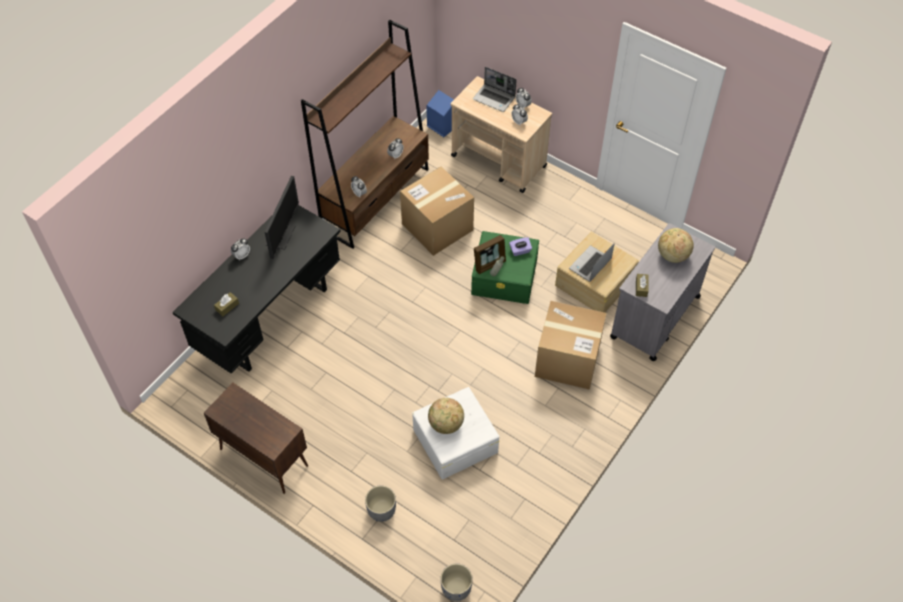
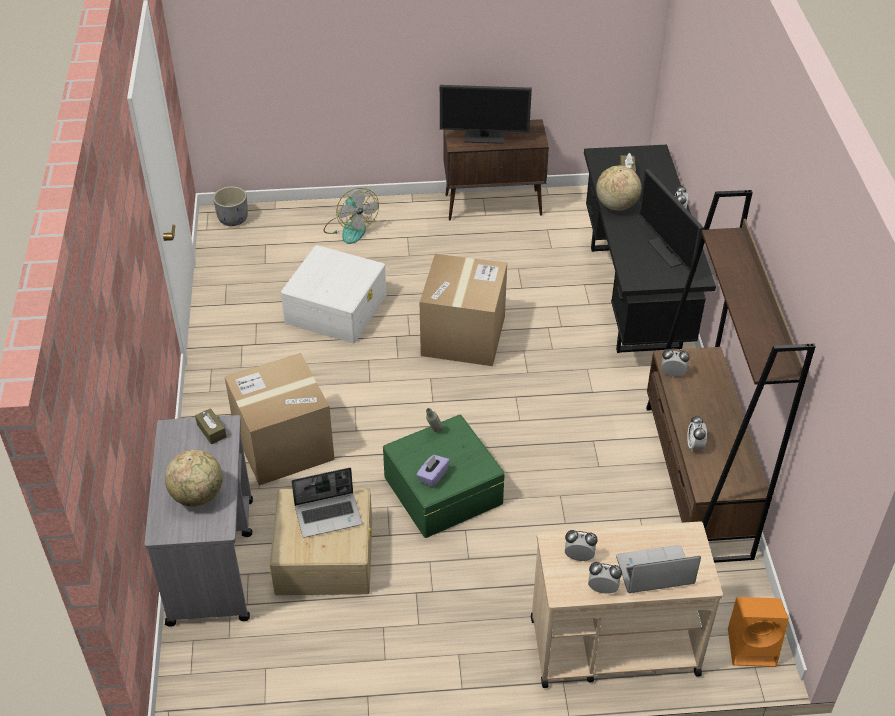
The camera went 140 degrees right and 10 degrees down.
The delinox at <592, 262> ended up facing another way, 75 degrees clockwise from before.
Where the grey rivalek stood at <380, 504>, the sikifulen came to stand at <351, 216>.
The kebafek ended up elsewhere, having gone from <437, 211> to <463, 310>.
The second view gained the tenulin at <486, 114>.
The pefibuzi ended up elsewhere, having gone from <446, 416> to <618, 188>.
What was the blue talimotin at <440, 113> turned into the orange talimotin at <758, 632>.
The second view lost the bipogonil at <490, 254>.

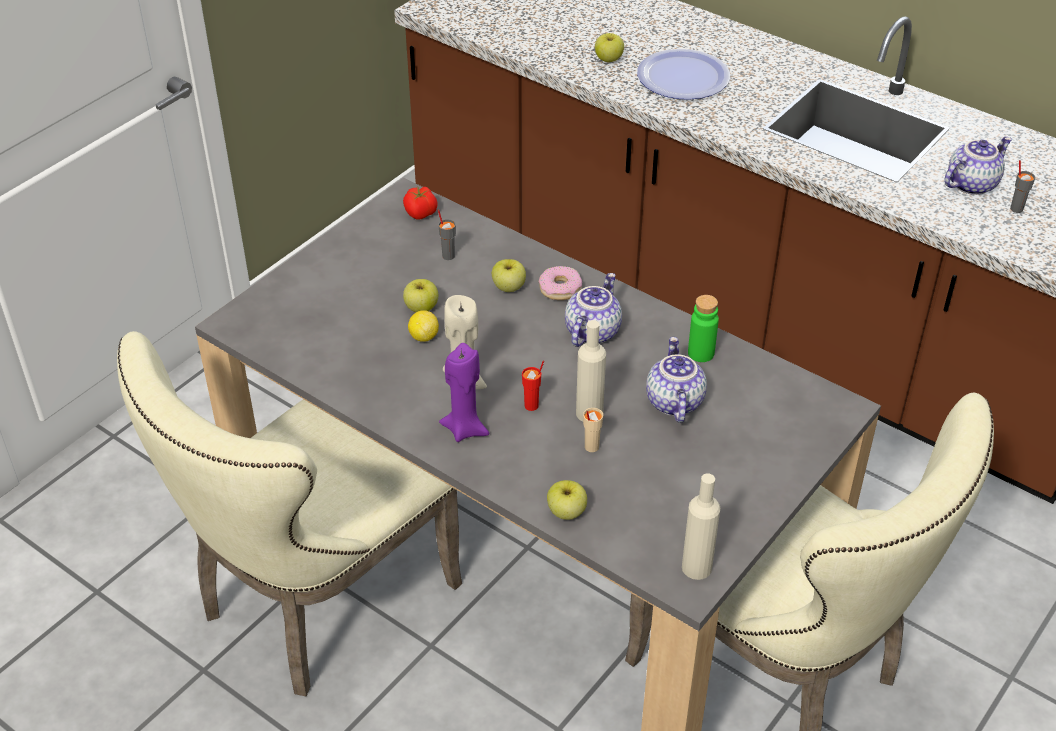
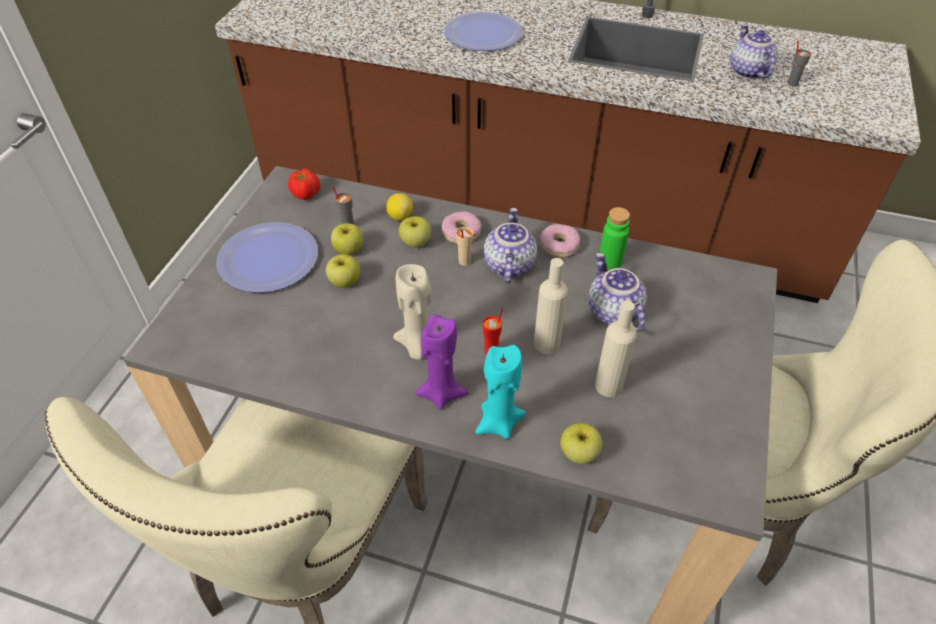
The camera went 20 degrees left and 5 degrees up.
The second view gained the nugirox at <267, 257>.
The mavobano ended up elsewhere, having gone from <609, 47> to <347, 239>.
The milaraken ended up elsewhere, having gone from <423, 326> to <399, 207>.
The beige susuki ended up elsewhere, having gone from <593, 430> to <464, 246>.
The second view gained the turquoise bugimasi at <500, 392>.
The second view gained the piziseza at <560, 240>.
The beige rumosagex ended up elsewhere, having gone from <701, 526> to <616, 349>.
The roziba at <978, 166> ended up facing another way, 45 degrees counterclockwise from before.

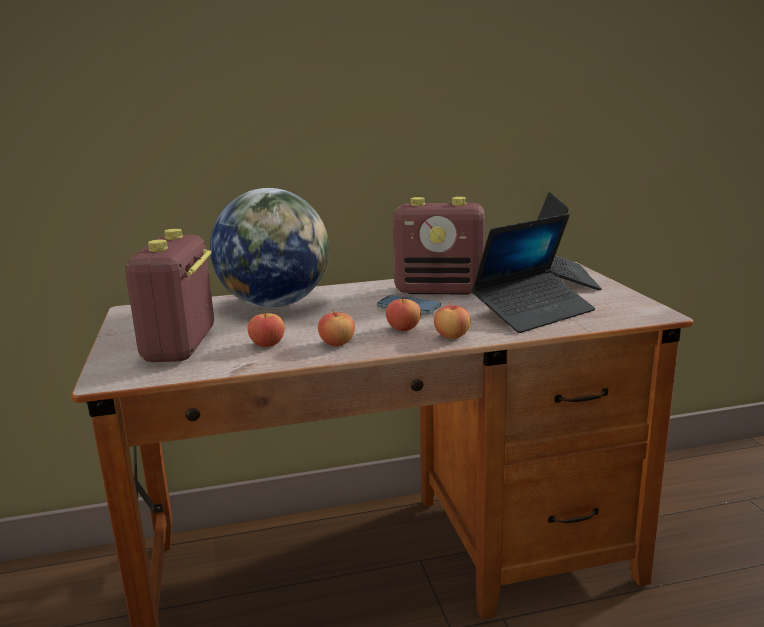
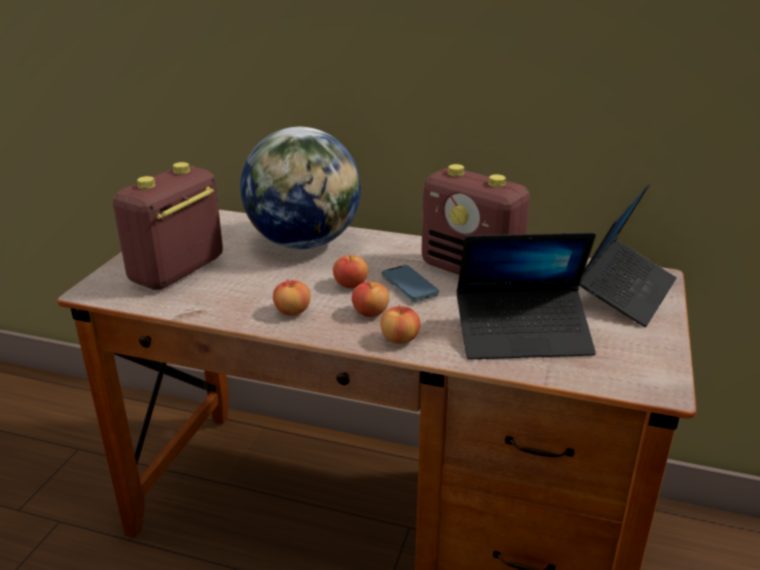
The camera went 30 degrees right and 10 degrees up.
The mavobano ended up elsewhere, having gone from <266, 329> to <350, 271>.

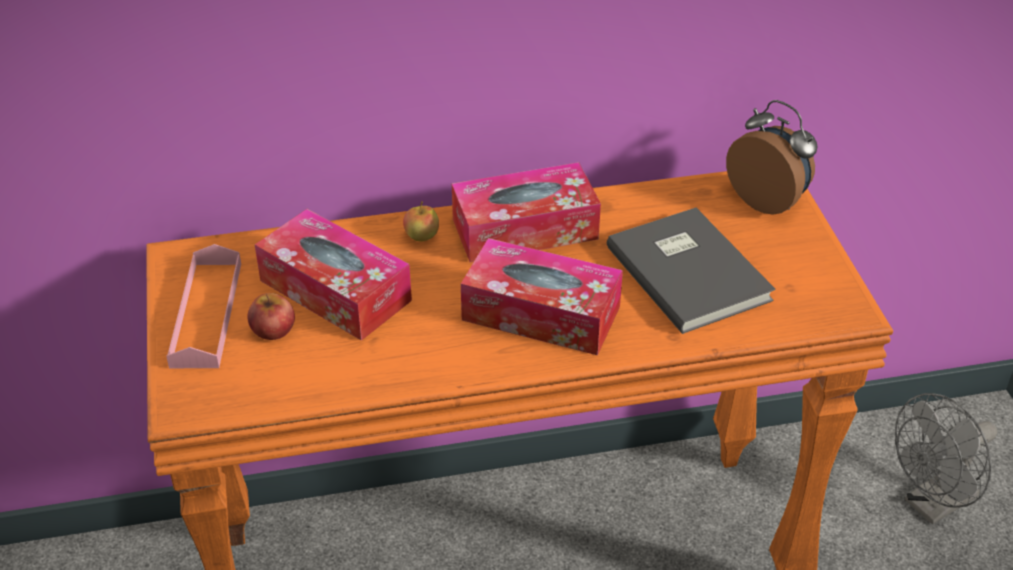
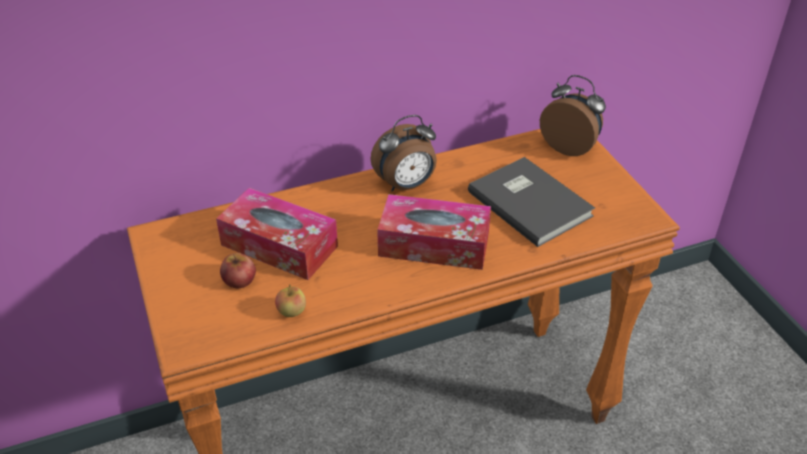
The camera went 10 degrees left and 0 degrees up.
The mavobano ended up elsewhere, having gone from <421, 221> to <290, 300>.
Where the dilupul stood at <526, 212>, the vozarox came to stand at <403, 153>.
The second view lost the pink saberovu at <203, 306>.
The second view lost the grey sikifulen at <946, 458>.

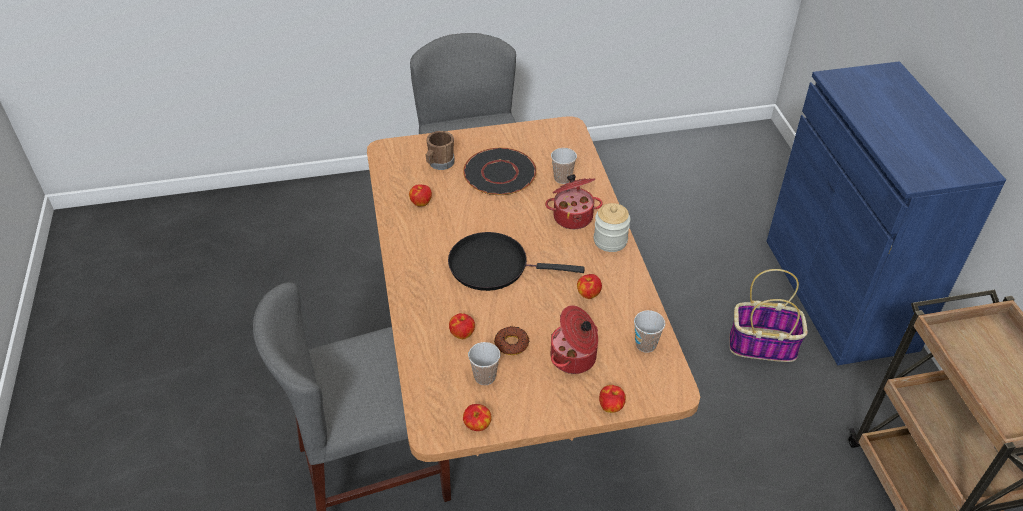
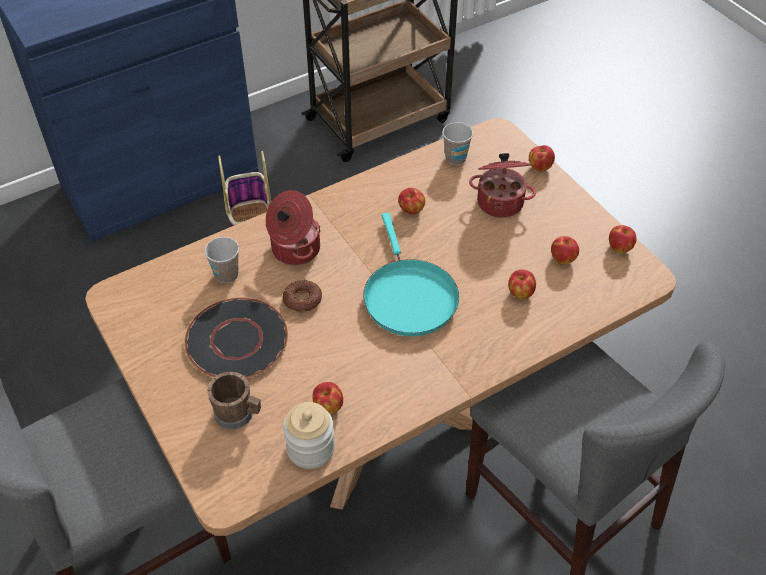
The camera went 110 degrees left and 5 degrees up.
The piziseza ended up elsewhere, having gone from <511, 340> to <302, 296>.
The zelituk ended up elsewhere, having gone from <612, 227> to <309, 435>.
What was the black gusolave at <516, 261> turned into the turquoise gusolave at <411, 274>.
Where the susuki stood at <484, 363>, the mavobano came to stand at <565, 250>.

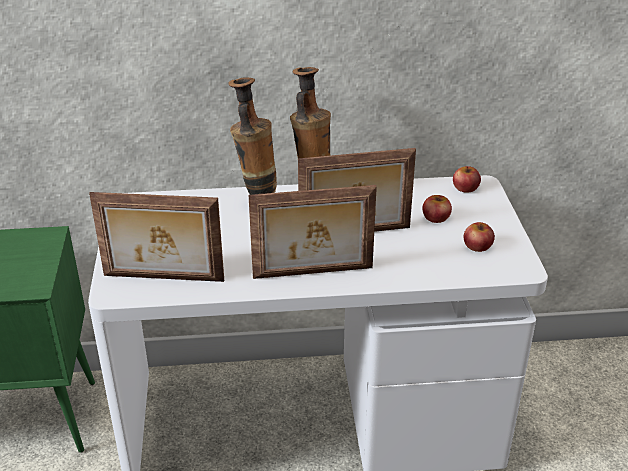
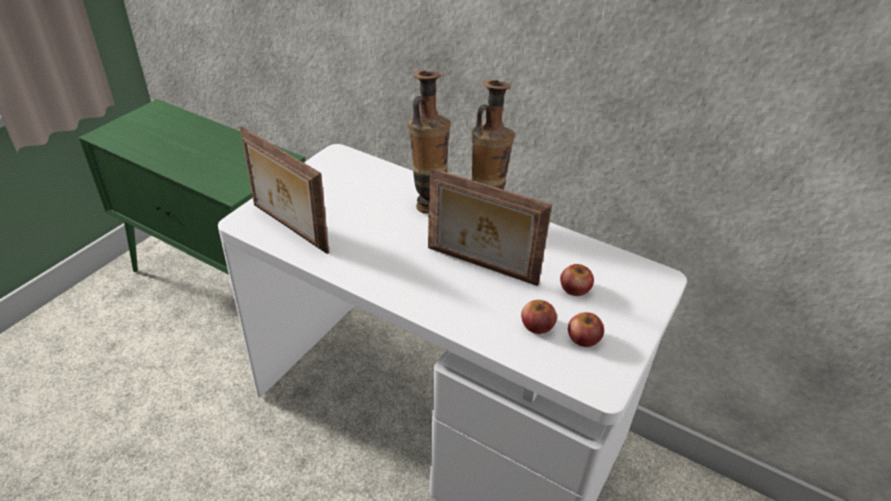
The camera went 35 degrees right and 5 degrees up.
The mavobano ended up elsewhere, having gone from <467, 179> to <539, 317>.
The second view lost the bipogonil at <313, 232>.

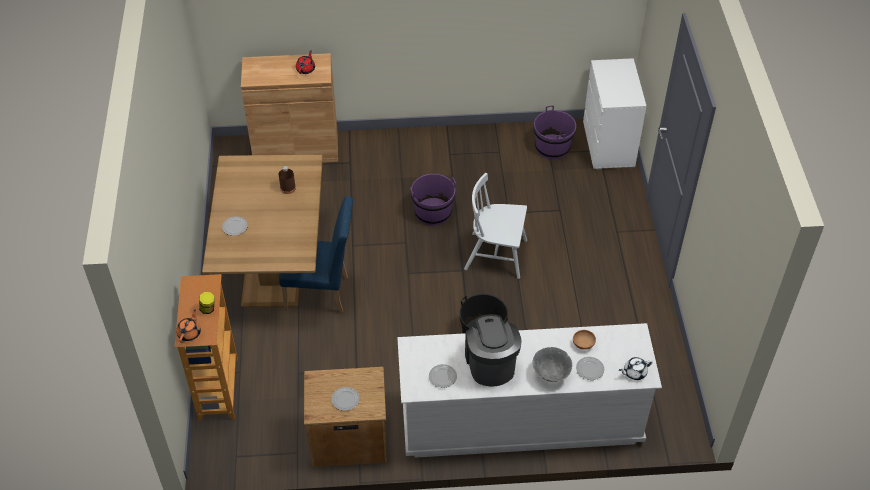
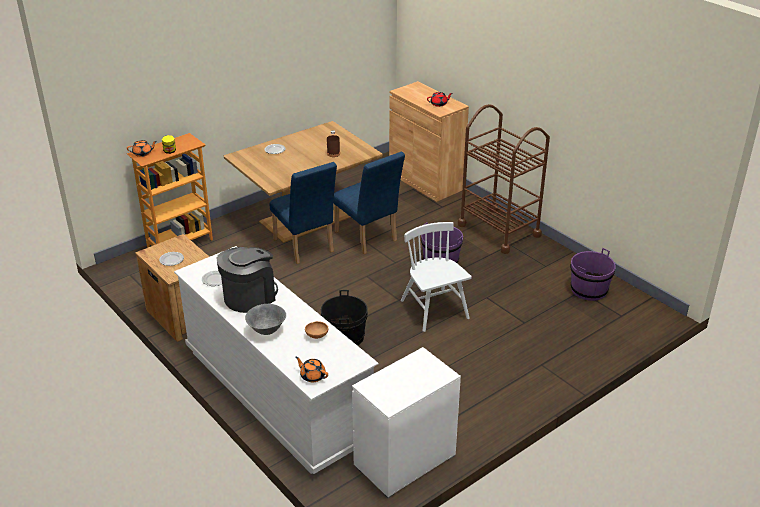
The camera went 55 degrees right and 15 degrees down.
What was the white roziba at <636, 368> turned into the orange roziba at <311, 369>.
The second view gained the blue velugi at <369, 203>.
The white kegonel ended up elsewhere, having gone from <614, 114> to <406, 422>.
The second view gained the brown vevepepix at <504, 179>.
The second view lost the nugirox at <590, 368>.

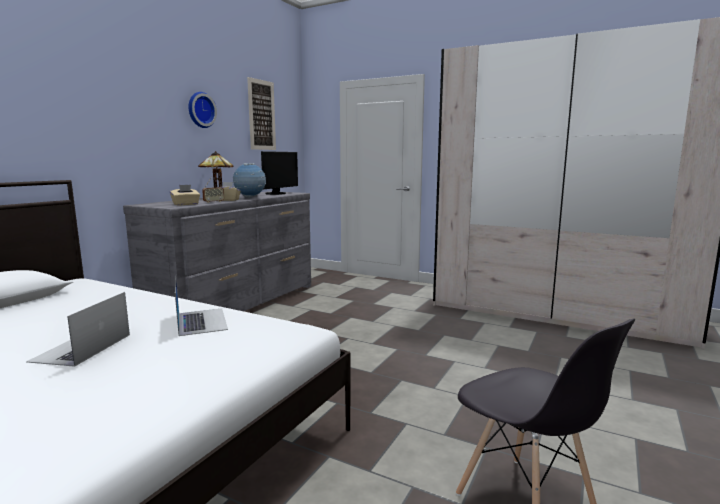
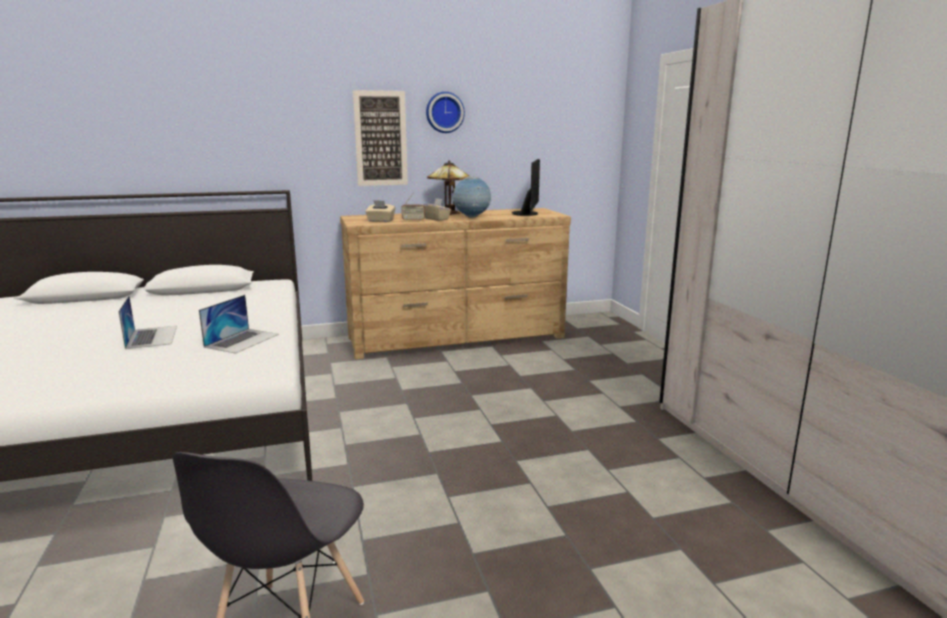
The camera went 45 degrees right and 5 degrees up.
The delinox at <78, 329> ended up facing another way, 105 degrees clockwise from before.
What was the grey kegonel at <217, 251> turned into the brown kegonel at <455, 283>.
The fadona ended up elsewhere, having gone from <261, 113> to <380, 138>.
The tenulin at <279, 173> ended up facing another way, 60 degrees counterclockwise from before.

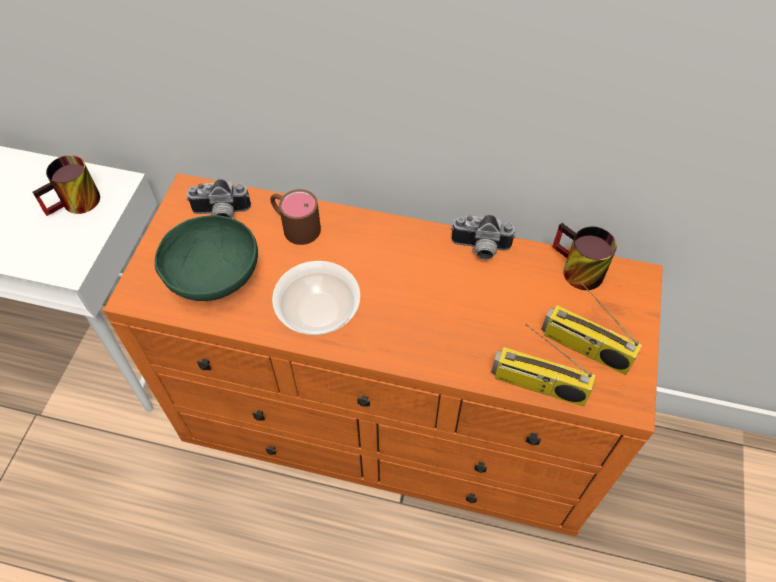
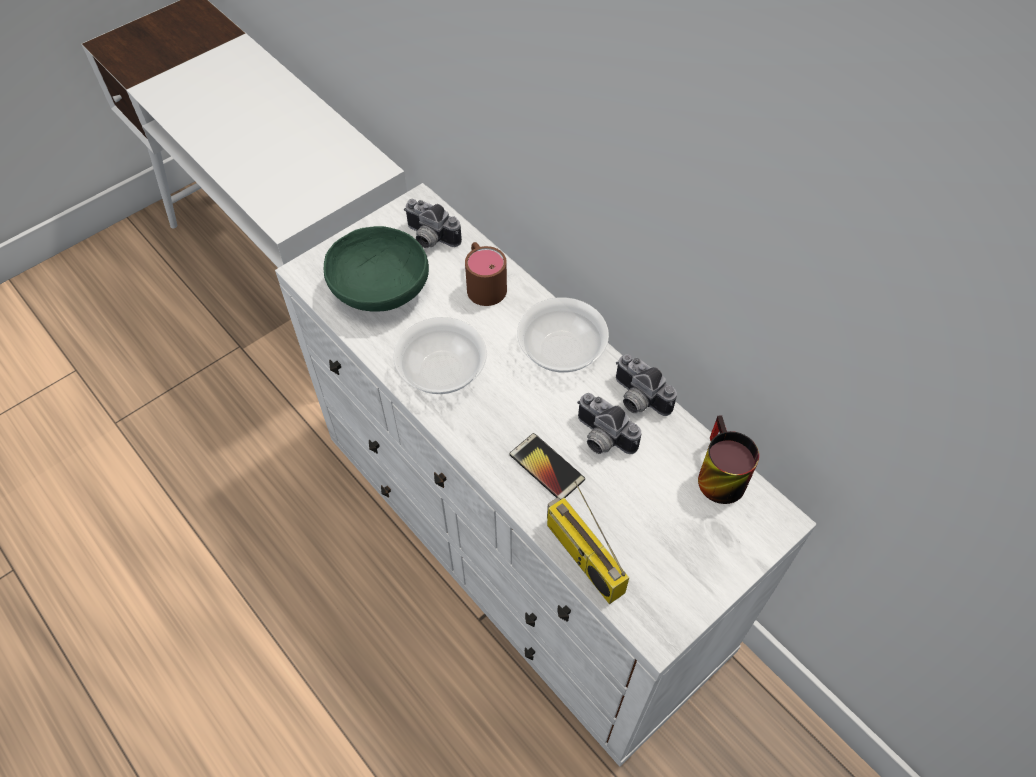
The camera went 35 degrees right and 0 degrees up.
What was the orange kegonel at <383, 355> turned into the white kegonel at <545, 475>.
The second view gained the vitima at <547, 466>.
The second view gained the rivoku at <563, 335>.
The second view gained the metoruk at <609, 423>.
The second view lost the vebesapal at <66, 185>.
The second view lost the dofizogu at <591, 328>.

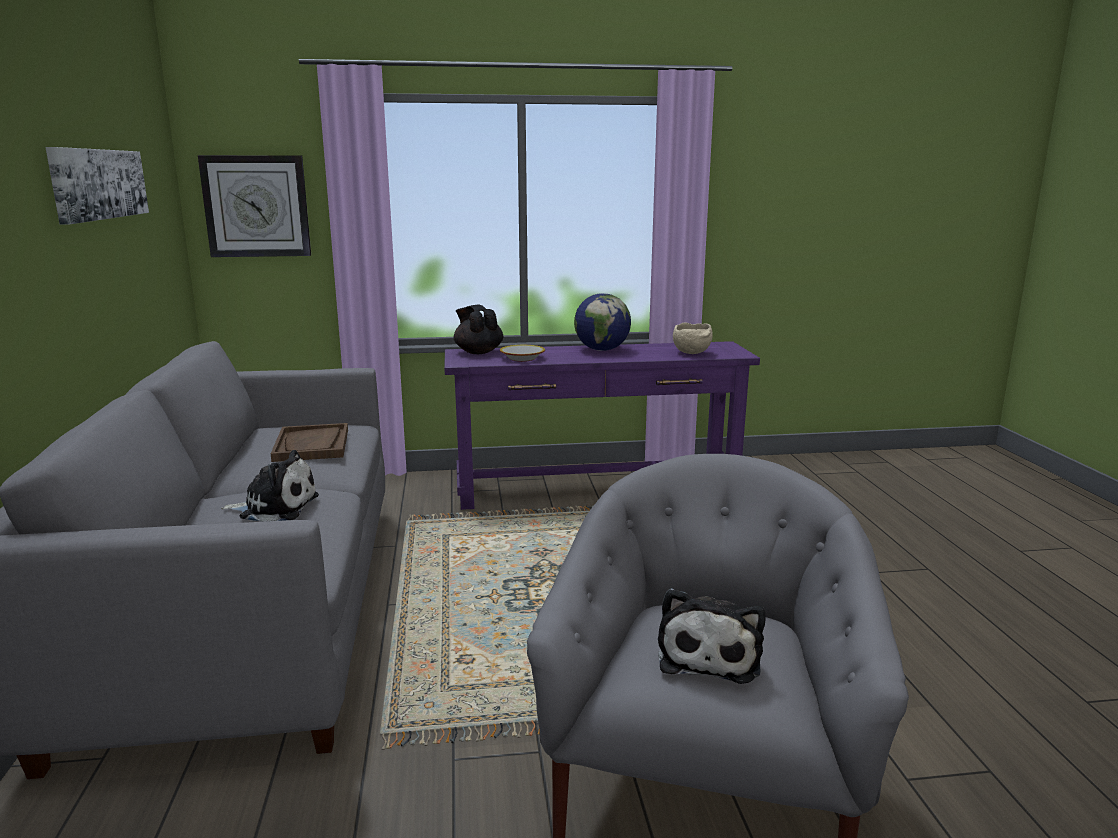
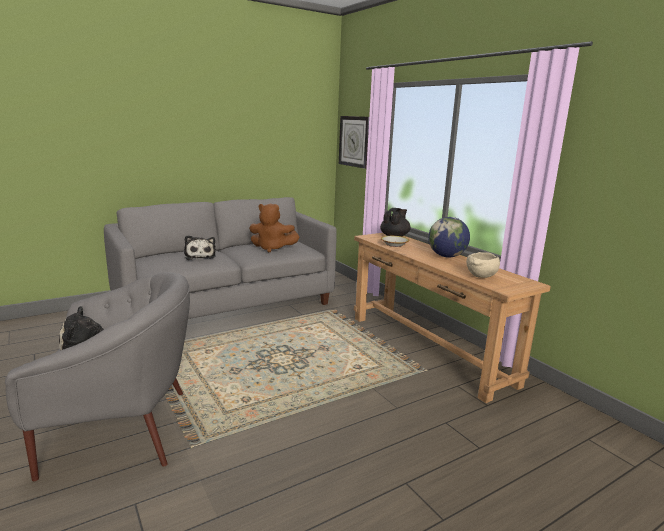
The camera went 65 degrees right and 0 degrees up.
Where the brown saberovu stood at <309, 442>, the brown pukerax came to stand at <274, 228>.
What was the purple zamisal at <602, 425> turned into the brown zamisal at <452, 318>.
The second view lost the fadona at <97, 186>.

